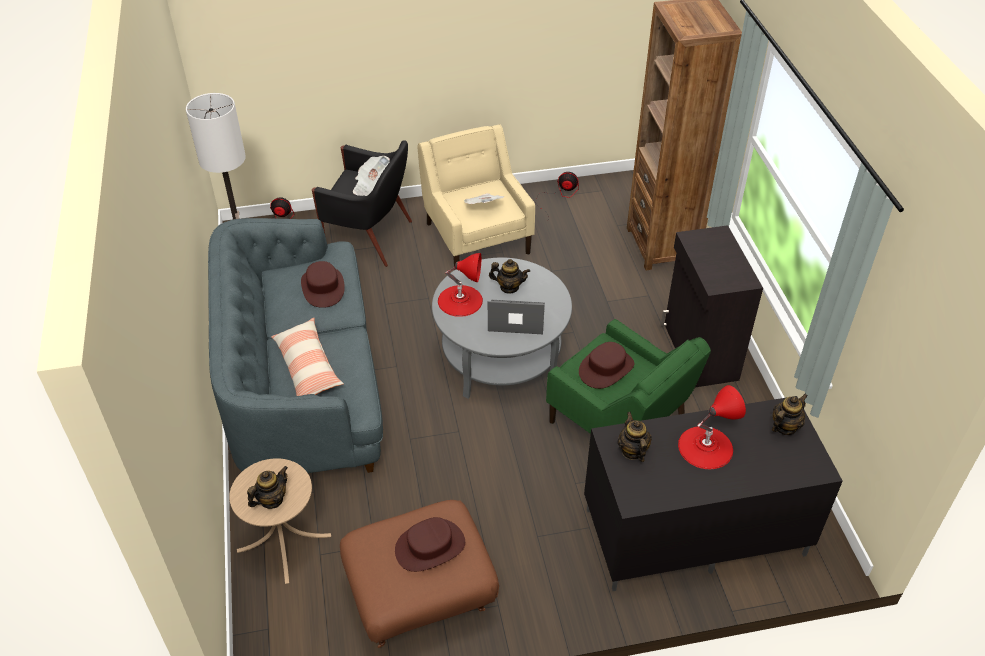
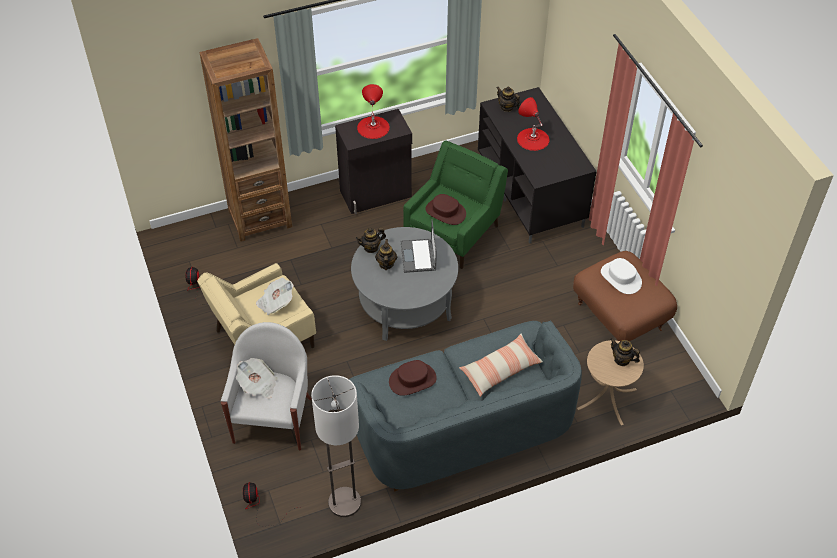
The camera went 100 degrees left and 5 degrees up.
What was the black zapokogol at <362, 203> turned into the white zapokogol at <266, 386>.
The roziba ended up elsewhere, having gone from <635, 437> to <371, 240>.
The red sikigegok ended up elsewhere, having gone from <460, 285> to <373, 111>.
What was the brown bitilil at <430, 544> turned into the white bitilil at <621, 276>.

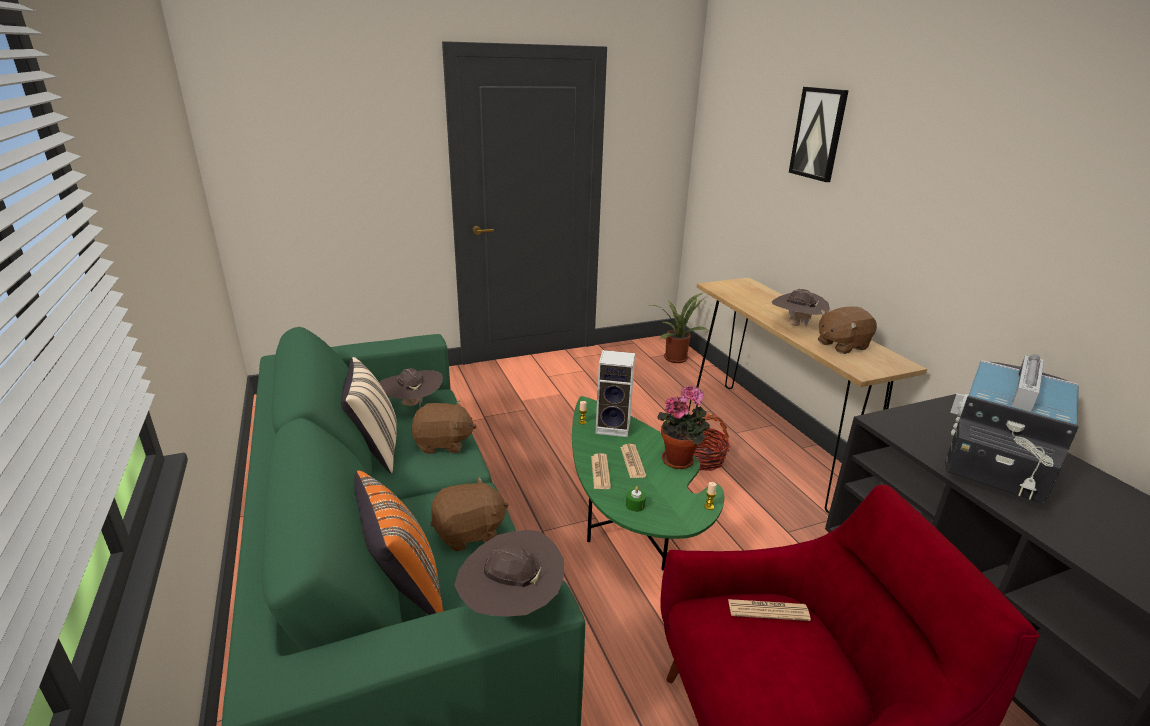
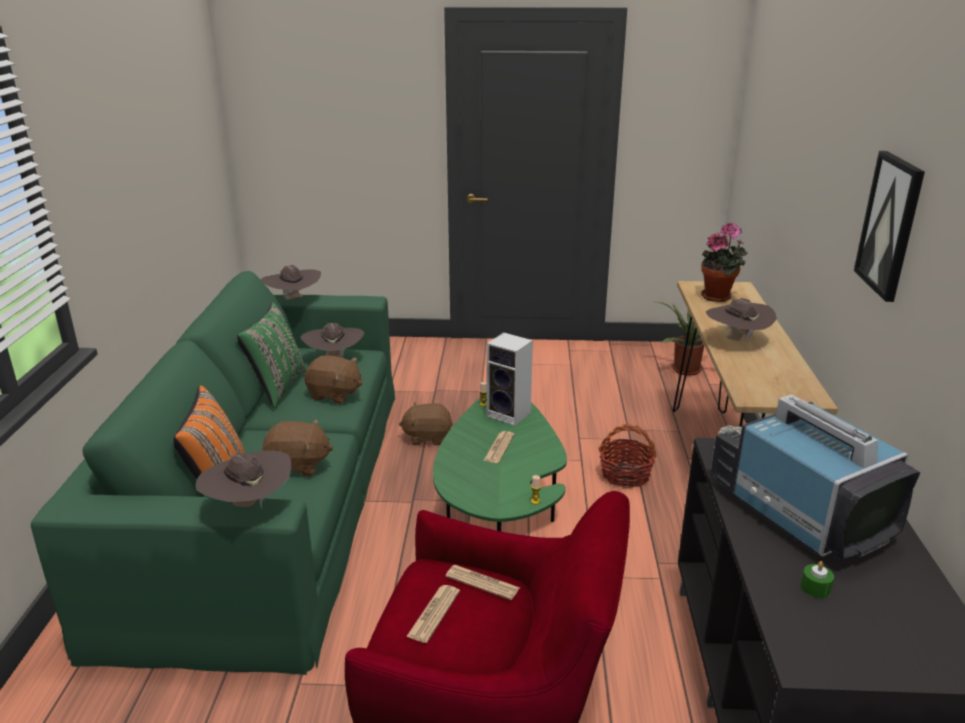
The camera went 25 degrees right and 0 degrees up.
What was the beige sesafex at <369, 415> turned into the green sesafex at <272, 355>.
The second view gained the brown bitilil at <291, 282>.
The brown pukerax ended up elsewhere, having gone from <847, 330> to <426, 423>.
The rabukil ended up elsewhere, having gone from <601, 471> to <433, 614>.
The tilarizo ended up elsewhere, having gone from <683, 427> to <724, 262>.
The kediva at <1012, 429> ended up facing another way, 90 degrees clockwise from before.
The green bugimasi ended up elsewhere, having gone from <636, 499> to <817, 579>.
The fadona ended up elsewhere, having gone from <819, 134> to <889, 226>.

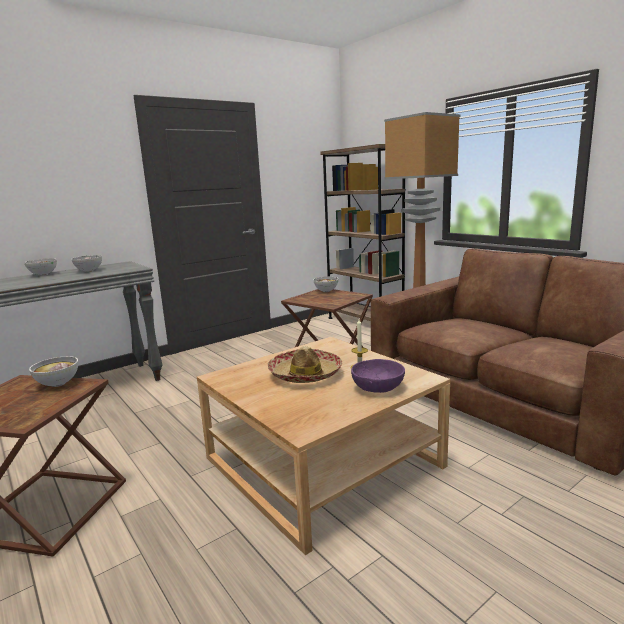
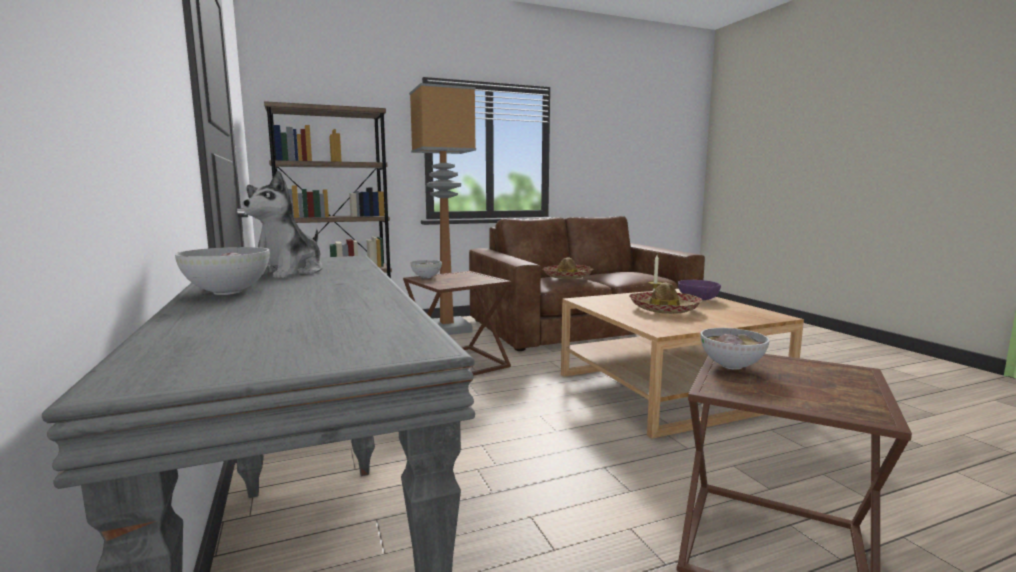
The camera went 75 degrees left and 5 degrees down.
Where the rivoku stood at <86, 263>, the pukerax came to stand at <282, 224>.
The second view gained the bitilil at <568, 268>.

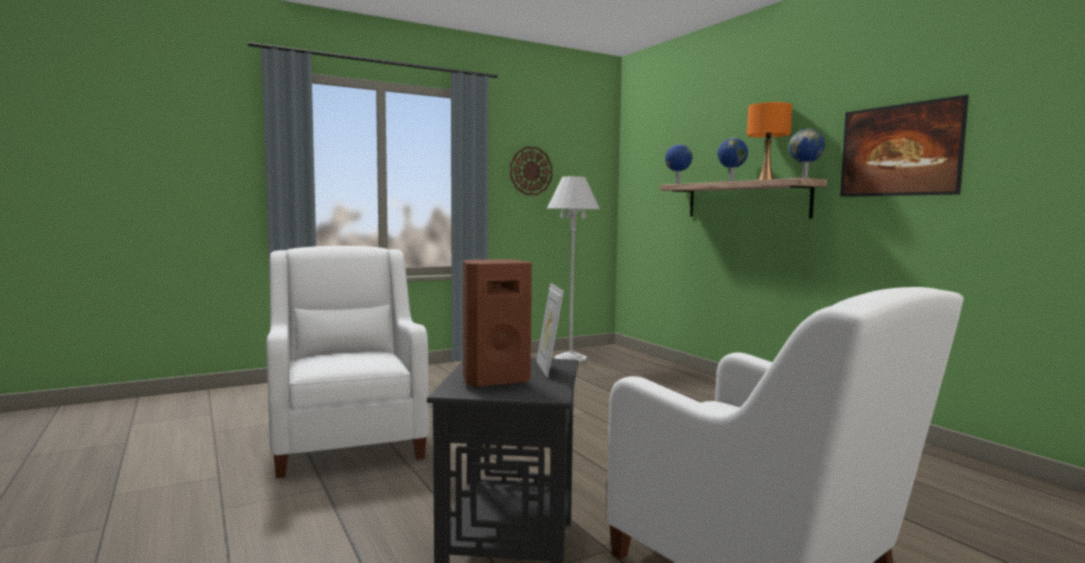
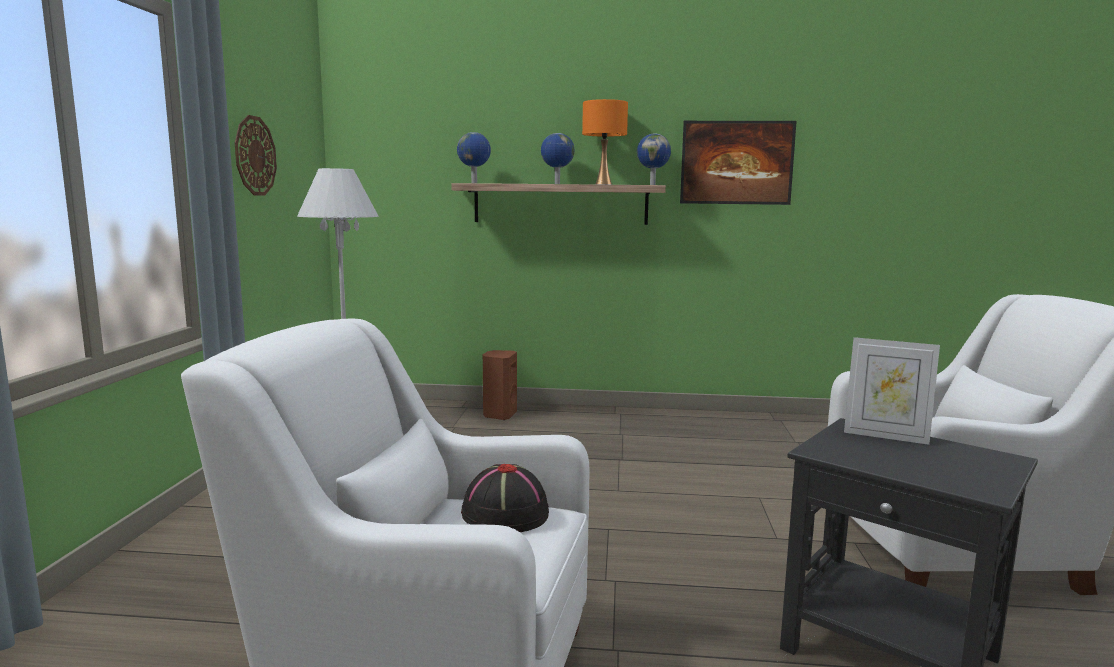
The camera went 55 degrees left and 5 degrees up.
The second view gained the black bitilil at <505, 498>.
The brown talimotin ended up elsewhere, having gone from <497, 323> to <500, 385>.

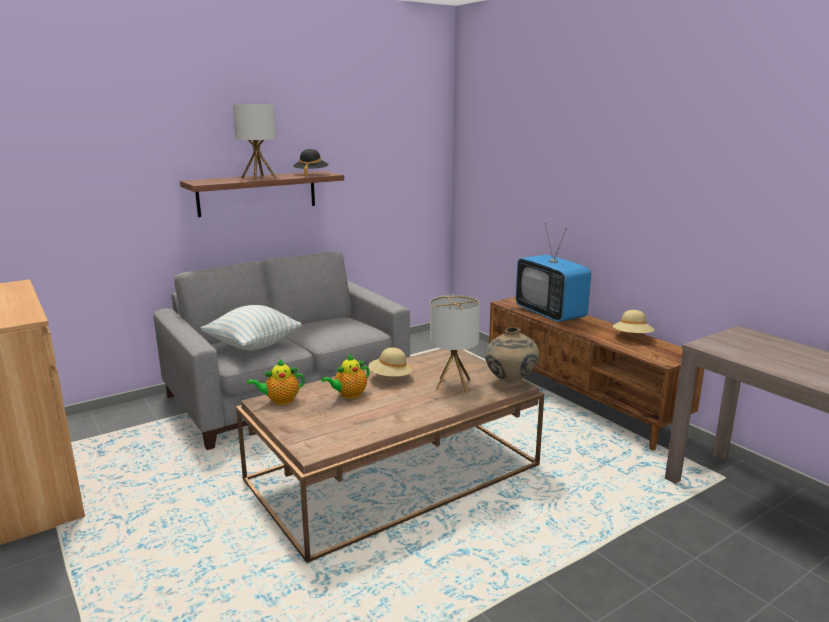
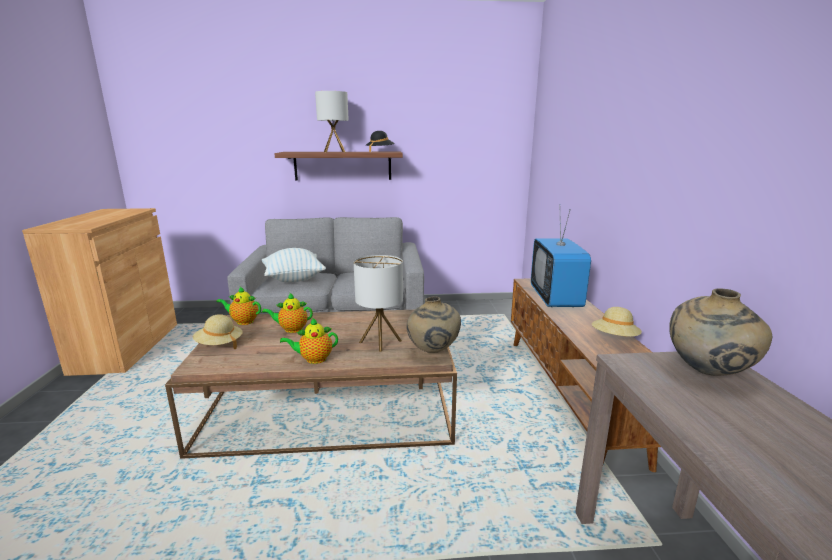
The camera went 30 degrees right and 0 degrees up.
The beige bitilil ended up elsewhere, having gone from <390, 362> to <218, 331>.
The second view gained the roziba at <309, 341>.
The second view gained the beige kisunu at <720, 332>.

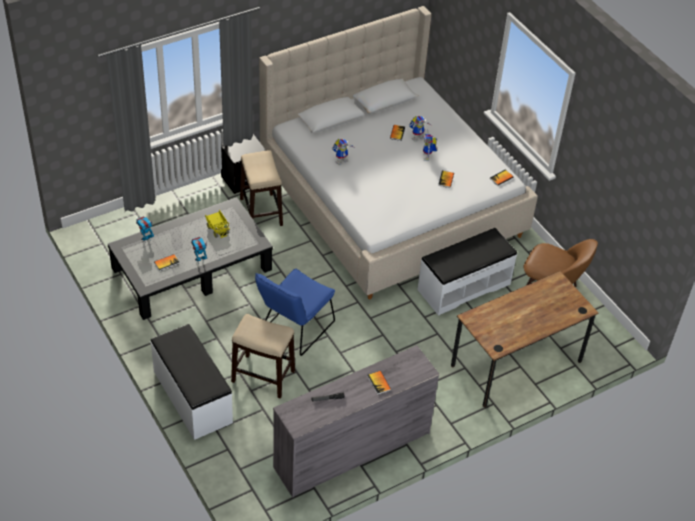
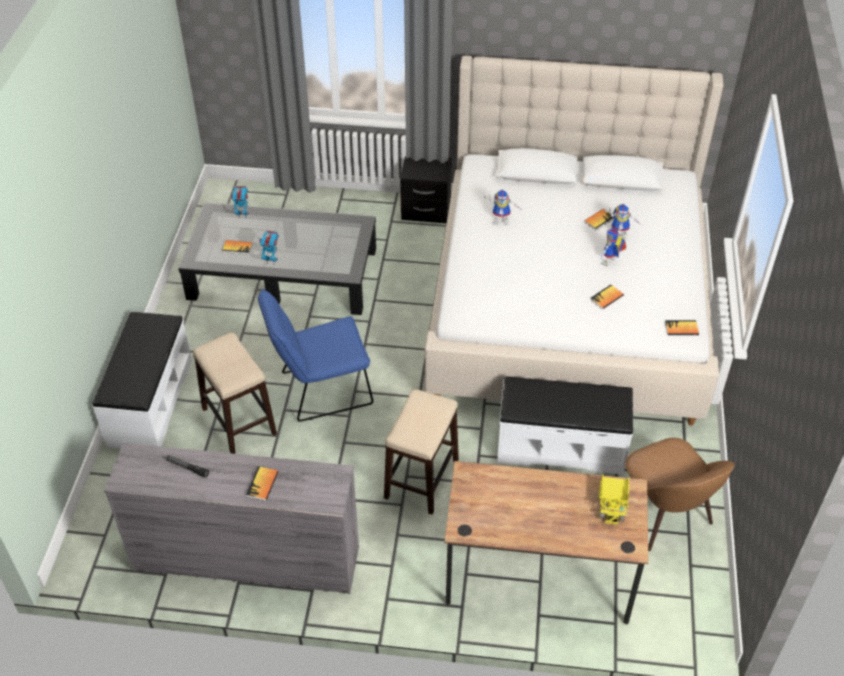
The camera went 40 degrees right and 0 degrees up.
The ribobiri ended up elsewhere, having gone from <261, 188> to <421, 452>.
The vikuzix ended up elsewhere, having gone from <217, 224> to <614, 499>.

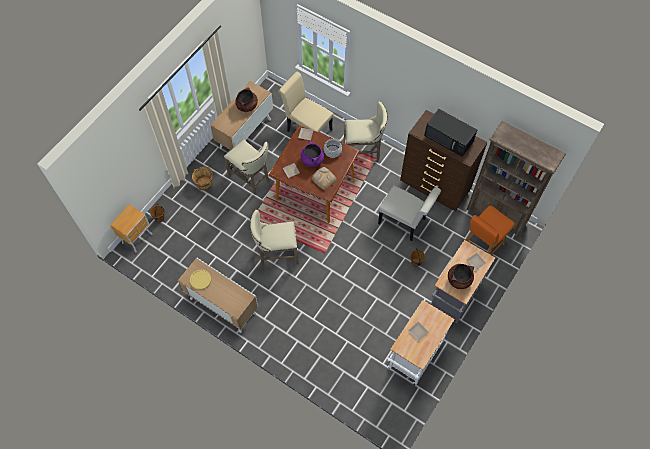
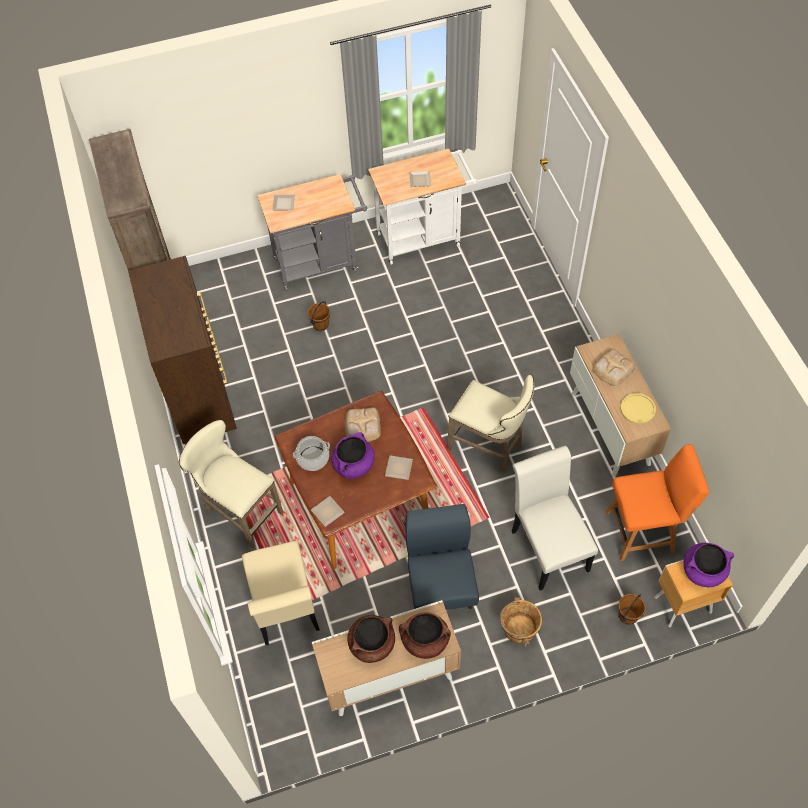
The camera went 140 degrees left and 5 degrees down.
The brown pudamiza ended up elsewhere, having gone from <461, 276> to <425, 635>.
Where the beige ribobiri stood at <246, 167>, the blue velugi came to stand at <442, 557>.
The white velugi ended up elsewhere, having gone from <409, 213> to <555, 518>.
The second view gained the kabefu at <613, 367>.
The orange velugi ended up elsewhere, having gone from <490, 230> to <657, 502>.
The second view gained the purple pudamiza at <709, 565>.
The second view lost the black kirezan at <450, 133>.

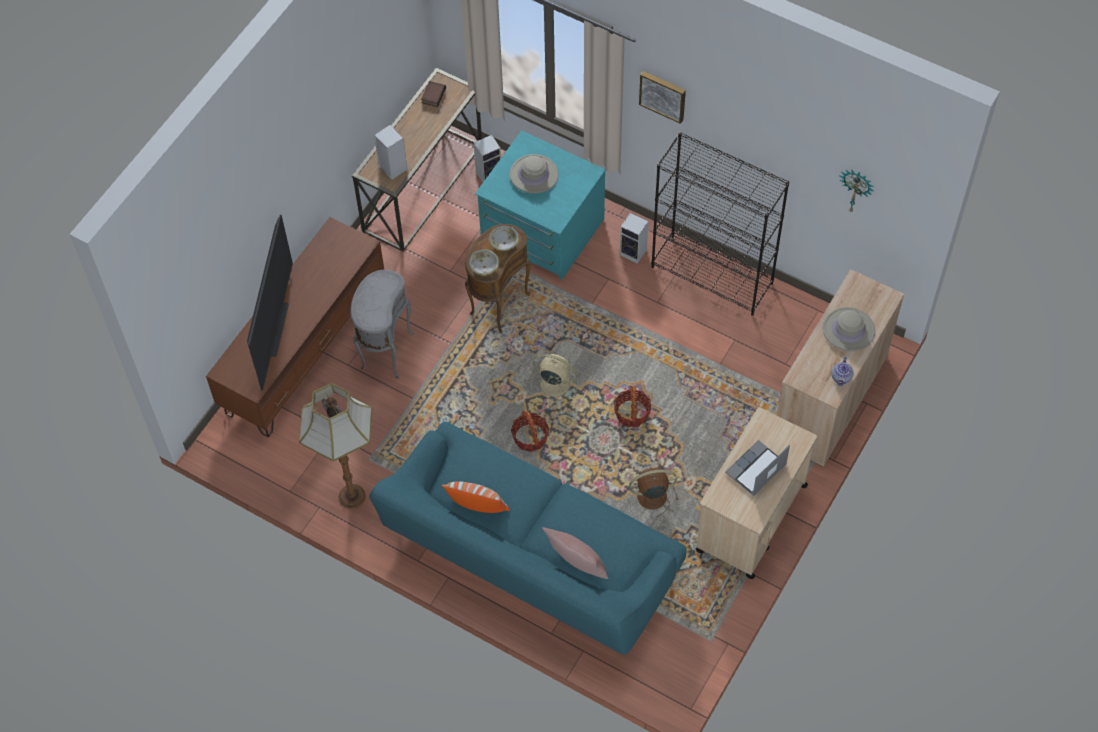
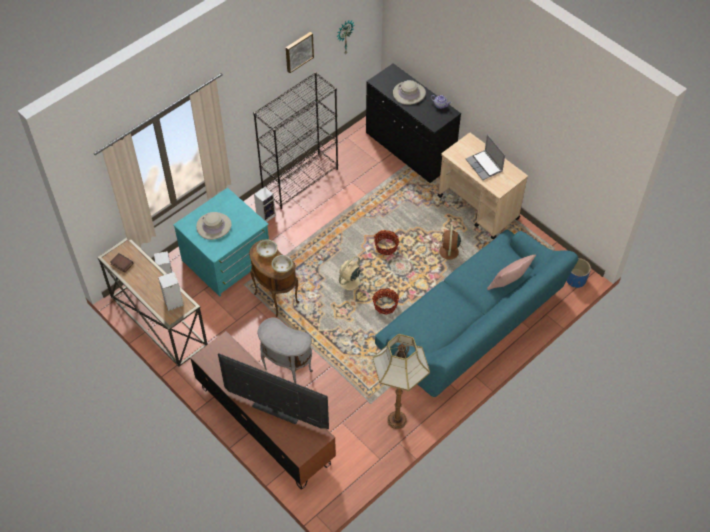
The camera went 75 degrees left and 5 degrees down.
The fadona ended up elsewhere, having gone from <662, 97> to <300, 52>.
What was the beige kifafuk at <840, 368> turned into the black kifafuk at <413, 123>.
The second view gained the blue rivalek at <579, 273>.
The second view lost the sesafex at <475, 497>.

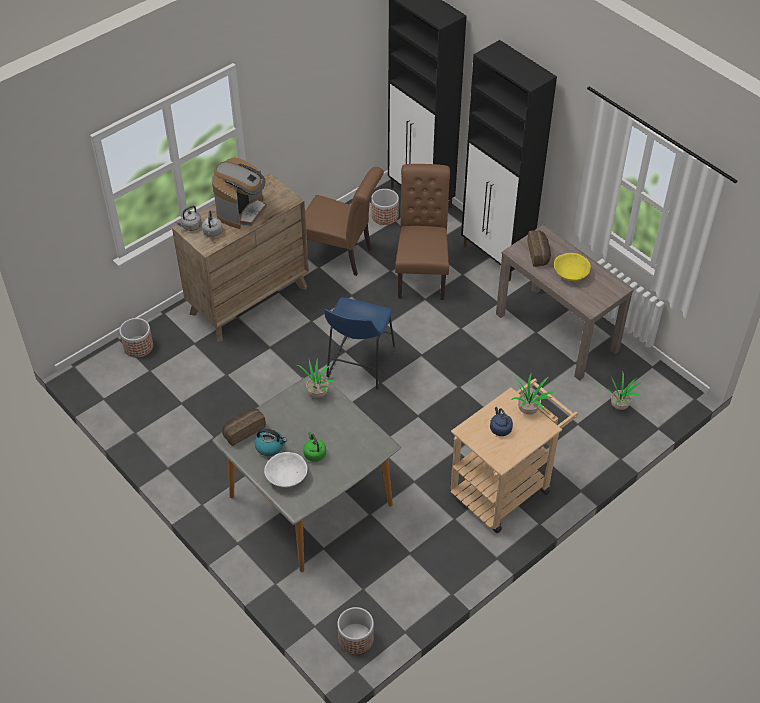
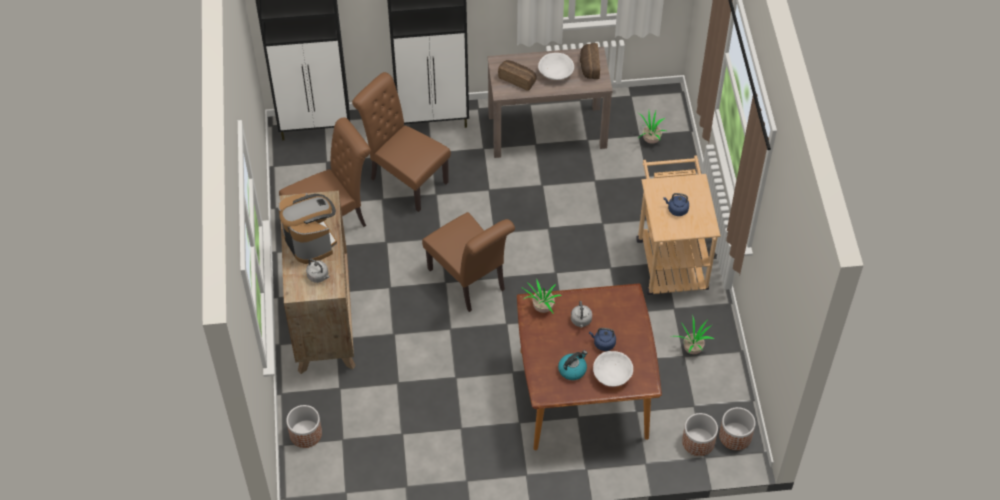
The camera went 55 degrees left and 5 degrees up.
Where the blue ribobiri stood at <359, 343>, the brown velugi came to stand at <468, 262>.
What was the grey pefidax at <306, 471> turned into the brown pefidax at <589, 367>.
What was the yellow rivoku at <572, 267> turned into the white rivoku at <556, 66>.
The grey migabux ended up elsewhere, having gone from <189, 218> to <581, 314>.
The kabefu ended up elsewhere, having gone from <244, 427> to <590, 61>.
What was the green migabux at <314, 447> turned into the blue migabux at <602, 339>.
The tilarizo ended up elsewhere, having gone from <533, 393> to <695, 334>.
The rivalek ended up elsewhere, having gone from <385, 207> to <700, 434>.

